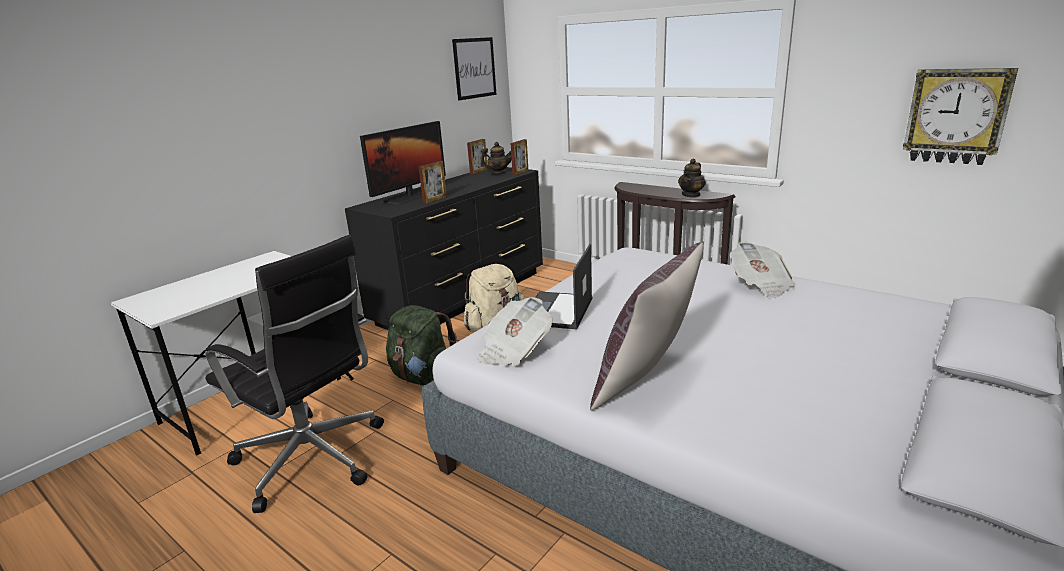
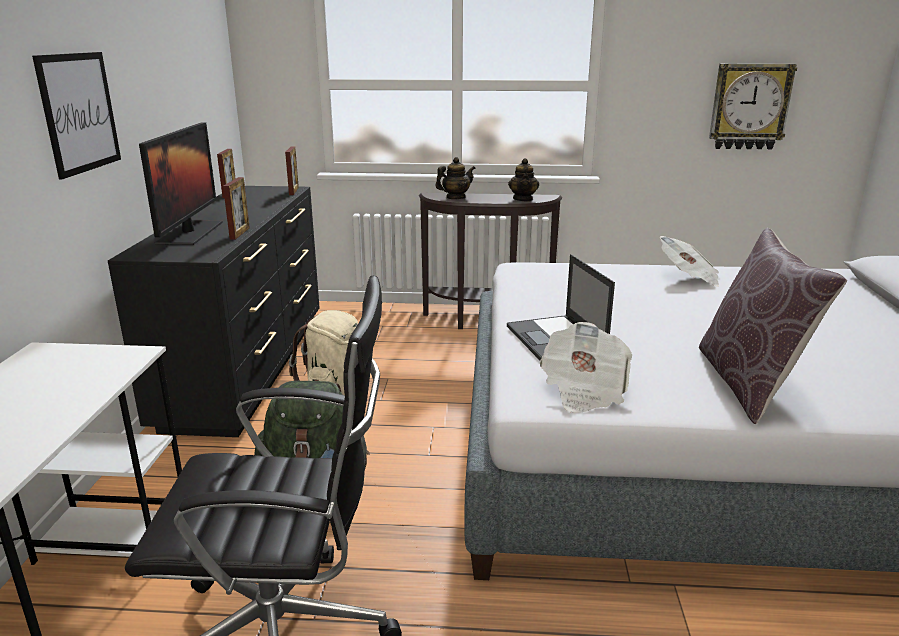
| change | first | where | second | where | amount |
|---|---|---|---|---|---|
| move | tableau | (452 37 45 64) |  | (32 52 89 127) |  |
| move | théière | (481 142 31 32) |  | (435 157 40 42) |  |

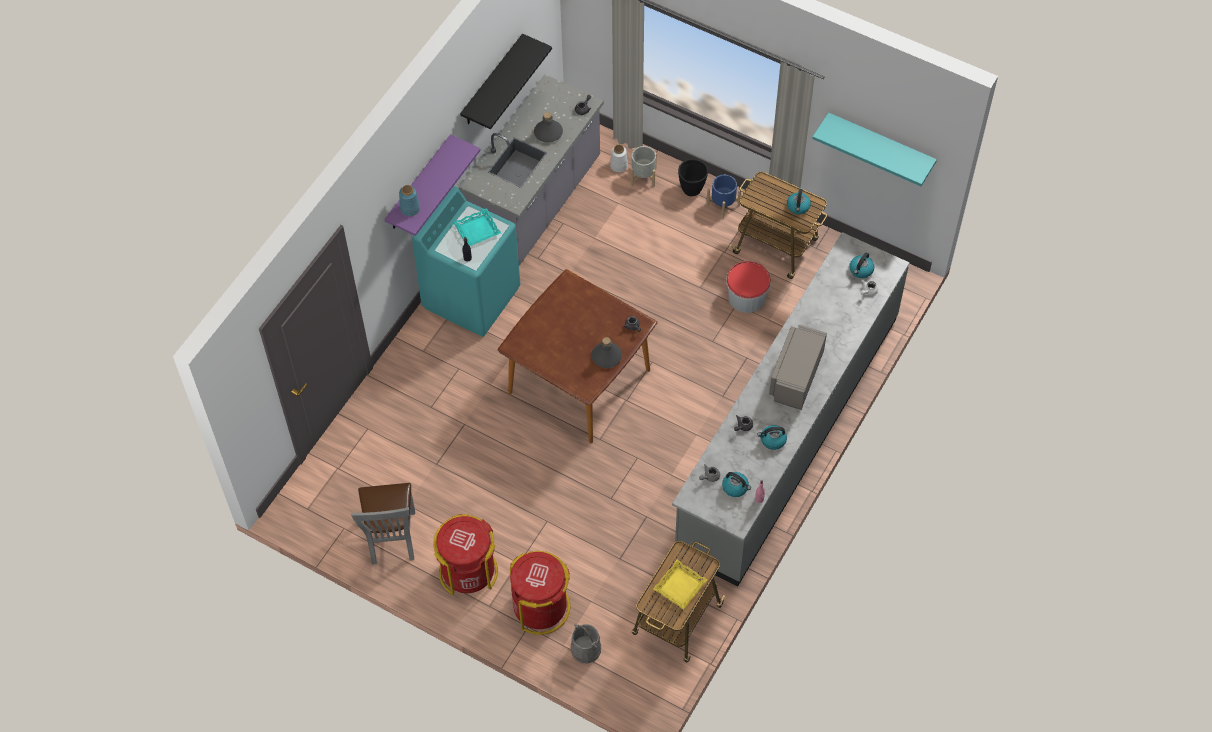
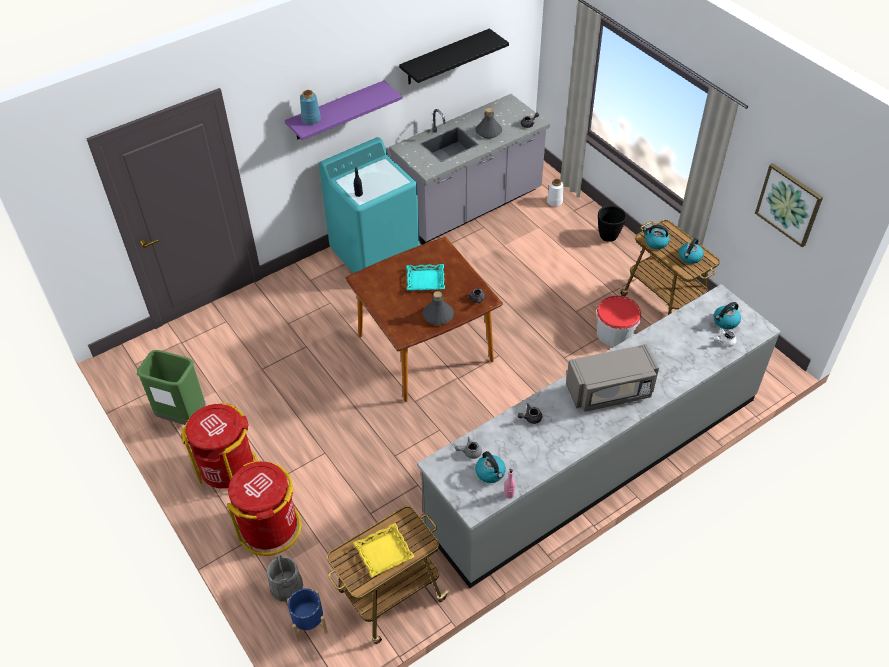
| change | first | where | second | where | amount |
|---|---|---|---|---|---|
| replace | chaise [gris] | (351 483 64 81) | poubelle [vert] | (137 350 69 75) |  |
| move | cache-pot [bleu] | (707 175 34 44) |  | (287 588 41 54) |  |
| move | plateau [turquoise] | (453 208 48 38) |  | (406 264 39 27) |  |
| rotate | micro-ondes [gris] | (769 324 58 86) |  | (566 344 93 68) | 150 degrees counterclockwise |
| move | bouilloire | (757 425 30 25) |  | (643 225 27 24) |  |
| replace | étagère [turquoise] | (812 113 125 73) | tableau | (755 163 68 84) |  |
| delete | cache-pot [gris] | (631 146 26 41) |  |  |  |

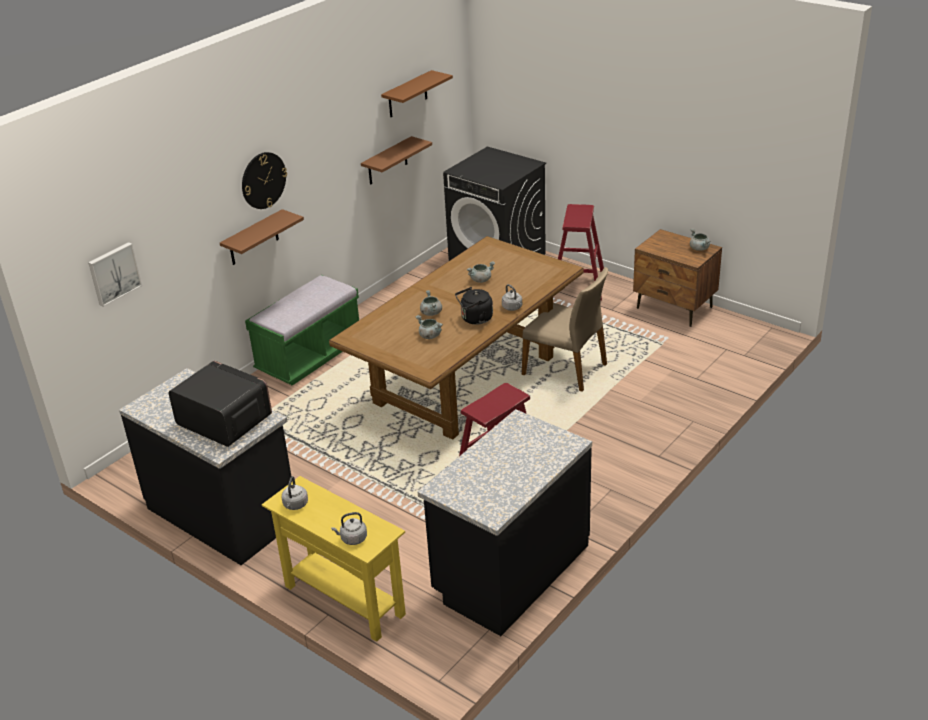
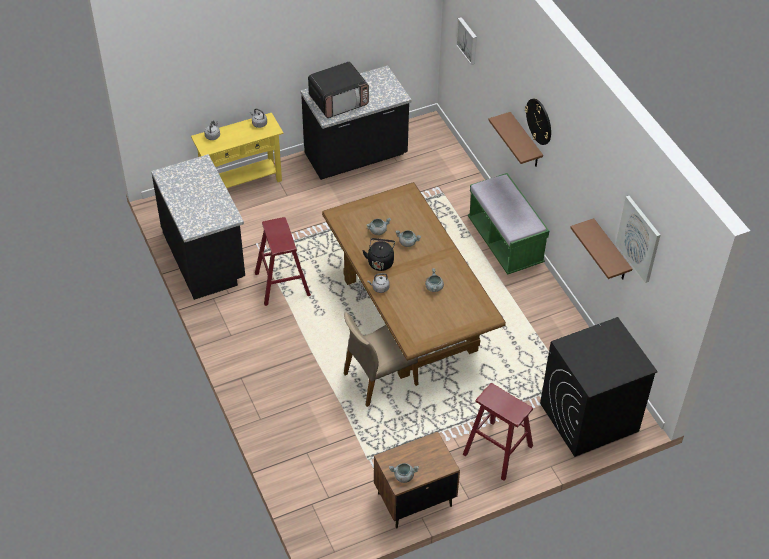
| change | first | where | second | where | amount |
|---|---|---|---|---|---|
| replace | étagère [marron] | (381 70 72 47) | tableau | (616 196 44 87) |  |

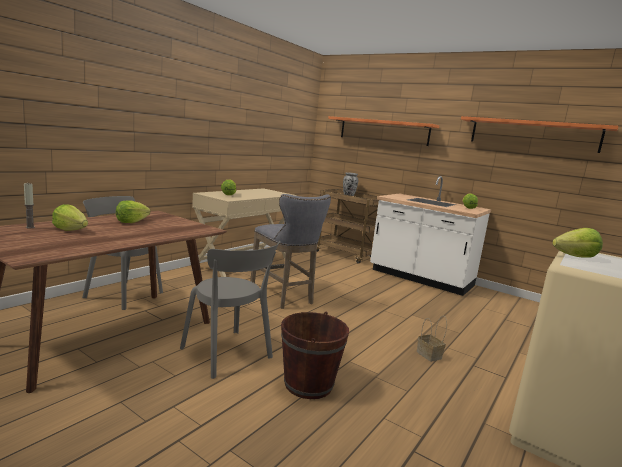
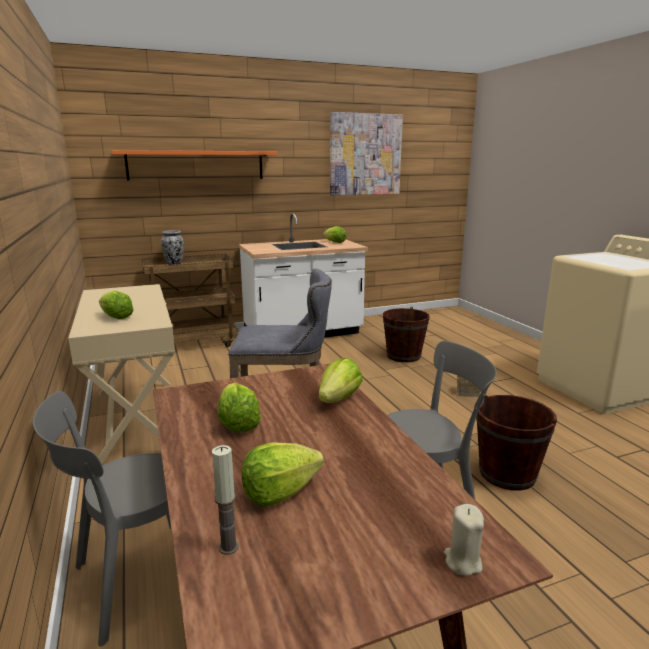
| change | first | where | second | where | amount |
|---|---|---|---|---|---|
| move | laitue | (552 228 51 30) |  | (318 358 45 45) |  |
| replace | étagère [orange] | (461 116 158 37) | tableau | (330 112 73 83) |  |
| insert |  |  | seau [marron] | (383 307 47 55) |  |
| insert |  |  | bougie [beige] | (444 504 40 72) |  |

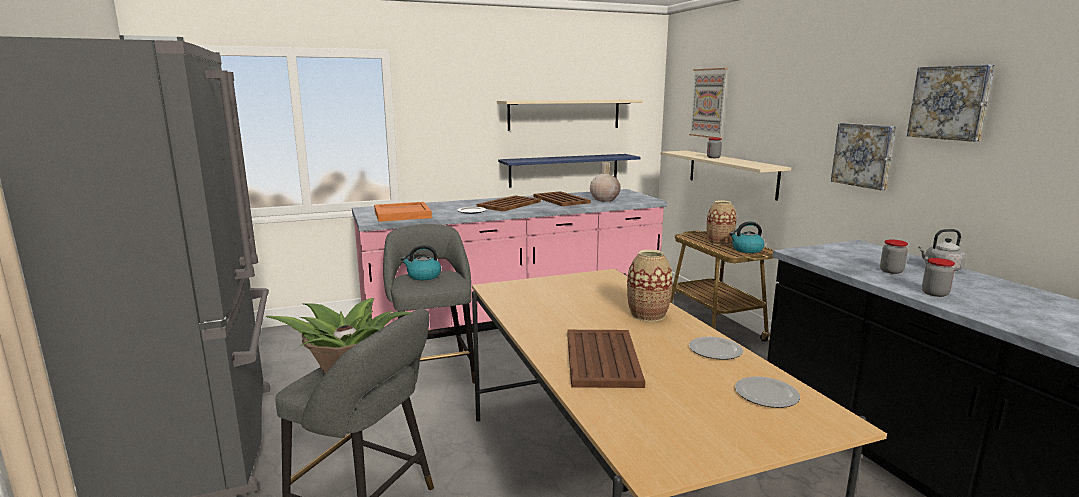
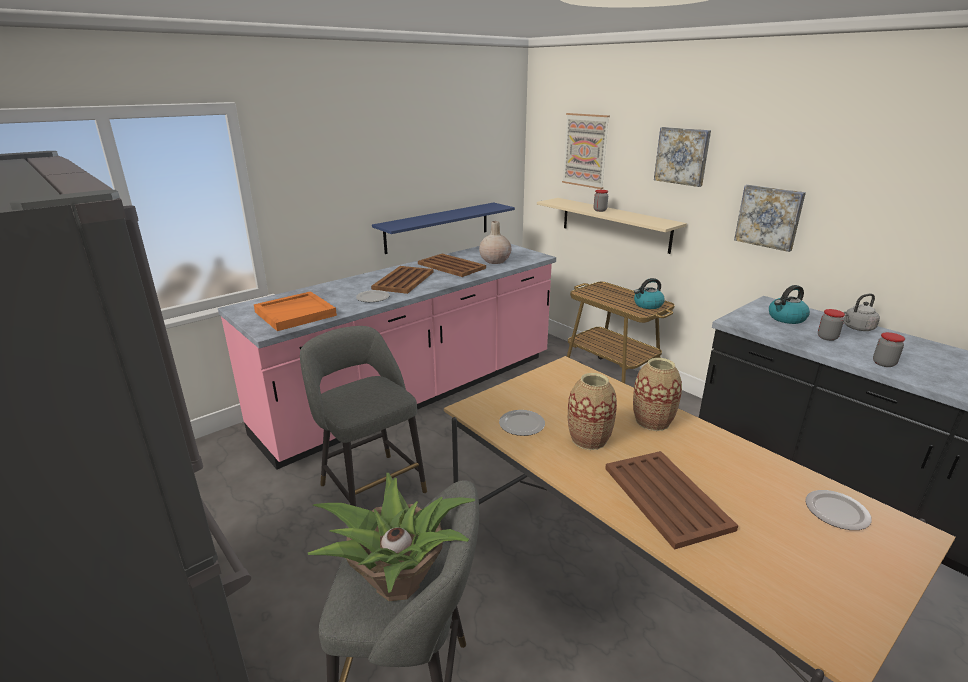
| change | first | where | second | where | amount |
|---|---|---|---|---|---|
| move | assiette | (689 337 54 23) |  | (499 410 46 26) |  |
| move | vase | (707 200 30 45) |  | (568 373 49 77) |  |
| move | tableau | (907 65 88 77) |  | (654 127 57 60) |  |
| move | bouilloire | (401 245 40 35) |  | (769 285 41 39) |  |
| delete | étagère [beige] | (497 100 146 31) |  |  |  |

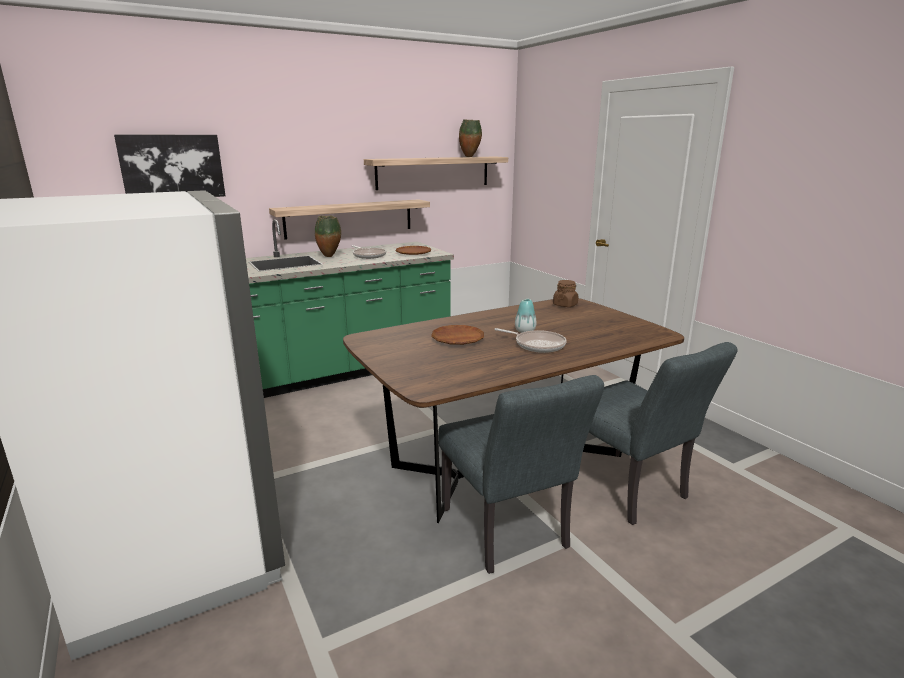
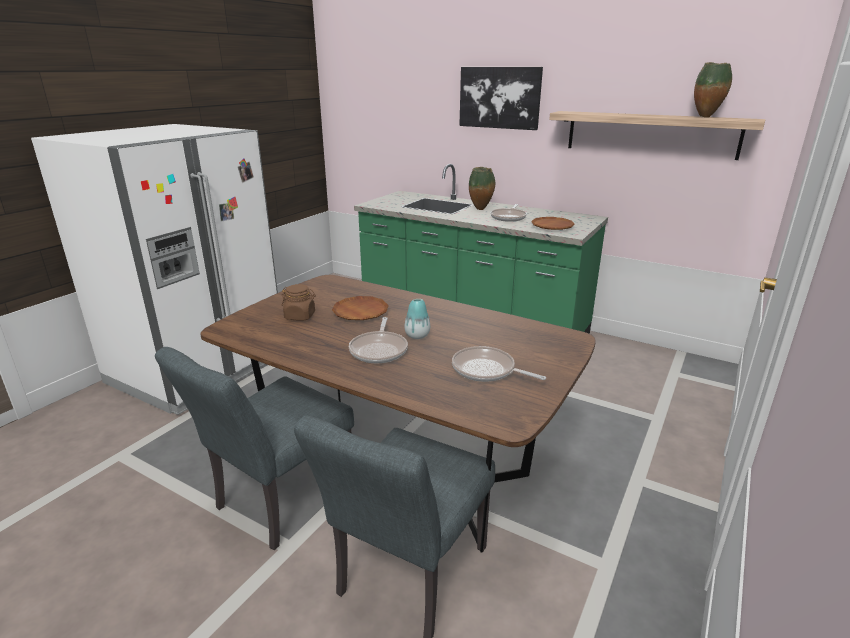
| change | first | where | second | where | amount |
|---|---|---|---|---|---|
| move | bocal [marron] | (553 280 25 27) |  | (281 284 35 36) |  |
| insert |  |  | poêle | (452 346 94 36) |  |
| move | tableau | (114 135 111 62) |  | (459 67 84 63) |  |
| delete | étagère | (269 199 161 41) |  |  |  |

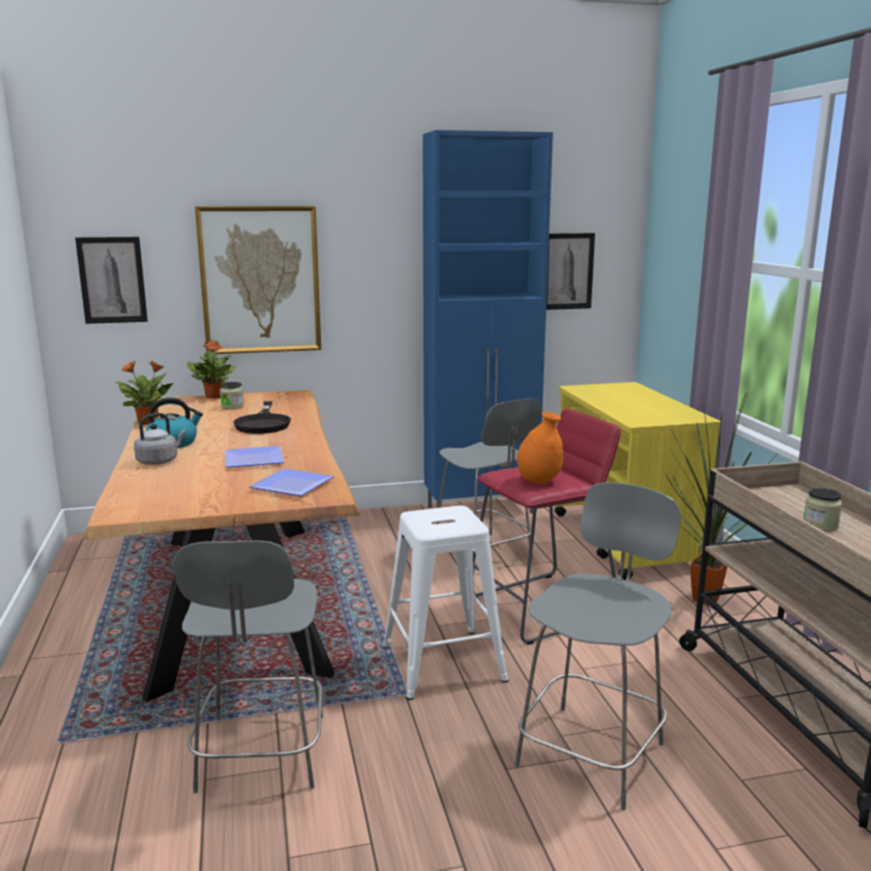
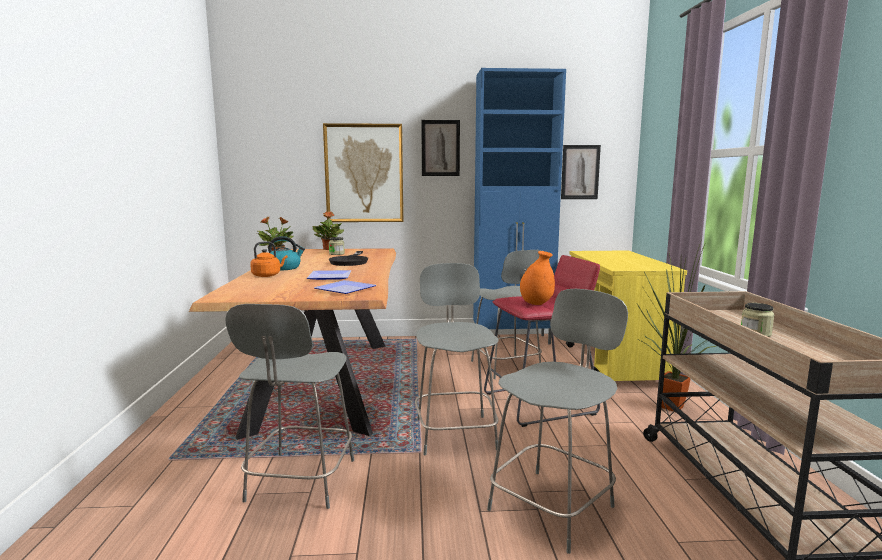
| change | first | where | second | where | amount |
|---|---|---|---|---|---|
| recolor | bouilloire [gris] | (134 413 52 52) | bouilloire [orange] | (250 241 38 36) |  |
| replace | tabouret [blanc] | (382 506 127 194) | chaise [gris] | (415 263 84 192) |  |
| move | tableau | (75 237 73 87) |  | (421 120 39 56) |  |

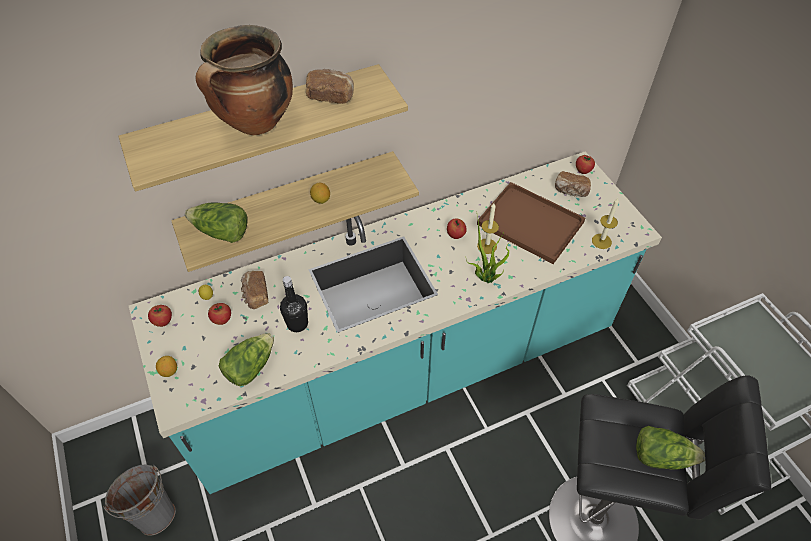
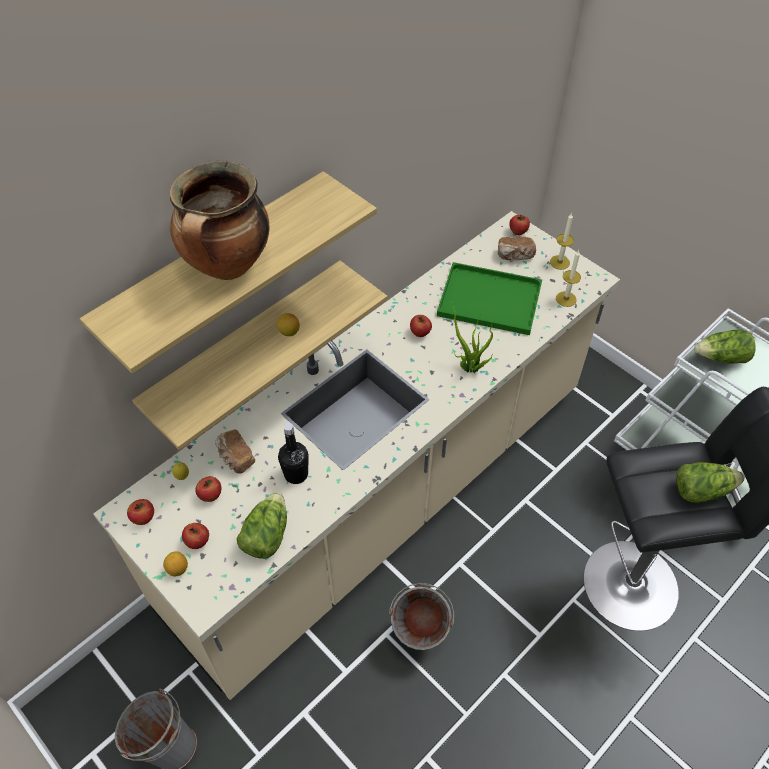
| change | first | where | second | where | amount |
|---|---|---|---|---|---|
| recolor | comptoir de cuisine [turquoise] | (129 152 533 342) | comptoir de cuisine [beige] | (93 211 527 489) |  |
| insert |  |  | pomme | (182 523 27 26) |  |
| insert |  |  | seau [gris] | (389 583 65 67) |  |
| recolor | plateau [marron] | (477 182 108 82) | plateau [vert] | (437 262 105 73) |  |
| move | bougie | (477 203 22 51) |  | (550 213 24 57) |  |
| move | laitue | (185 202 62 41) |  | (694 329 62 34) |  |
| delete | pain | (306 69 48 35) |  |  |  |

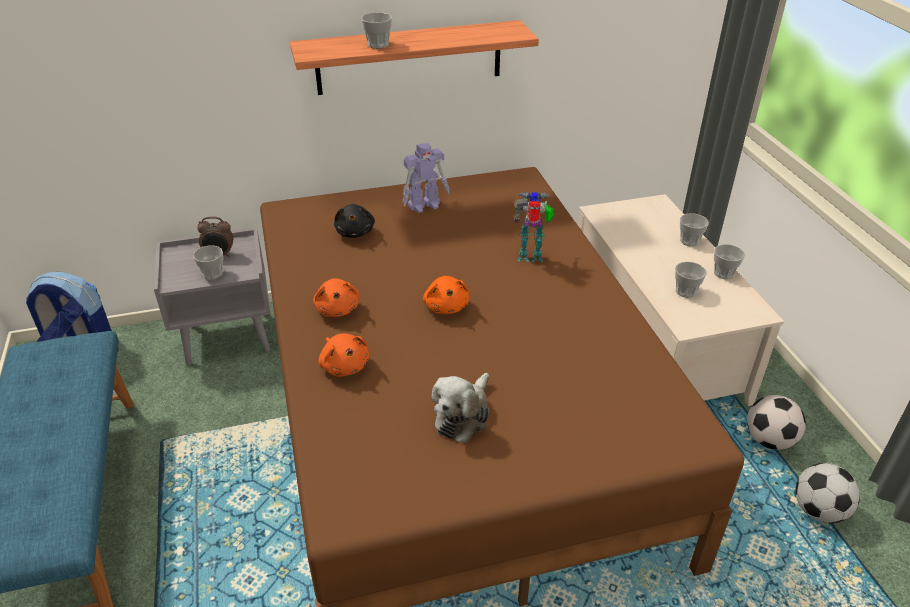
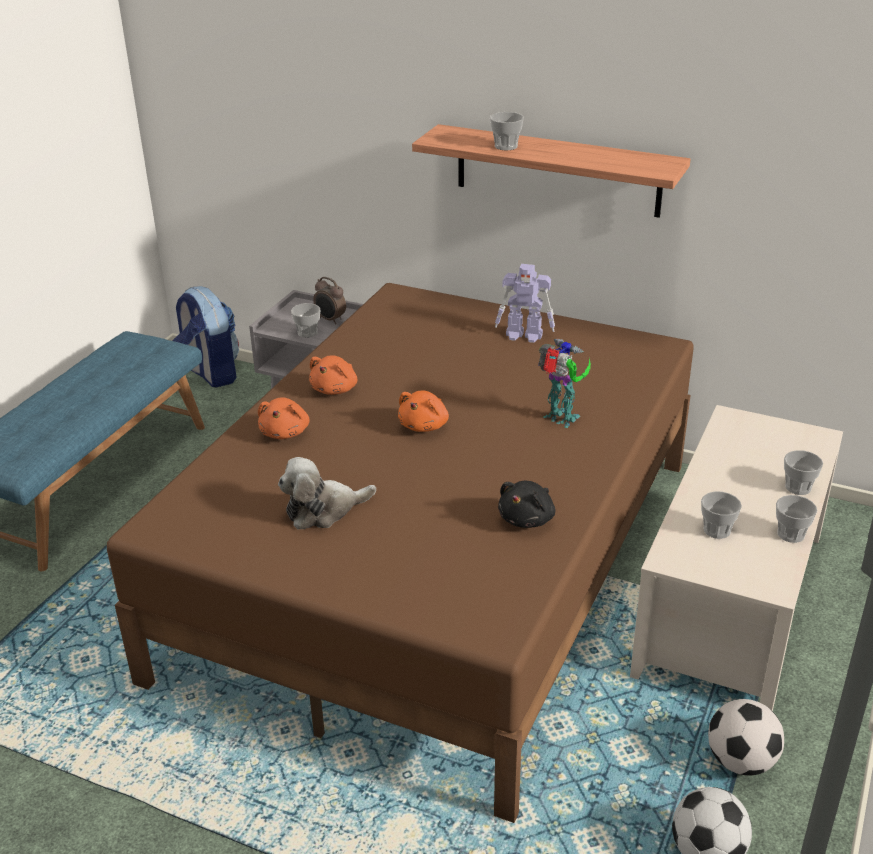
| change | first | where | second | where | amount |
|---|---|---|---|---|---|
| move | peluche [noir] | (334 204 41 34) |  | (498 481 57 47) |  |

